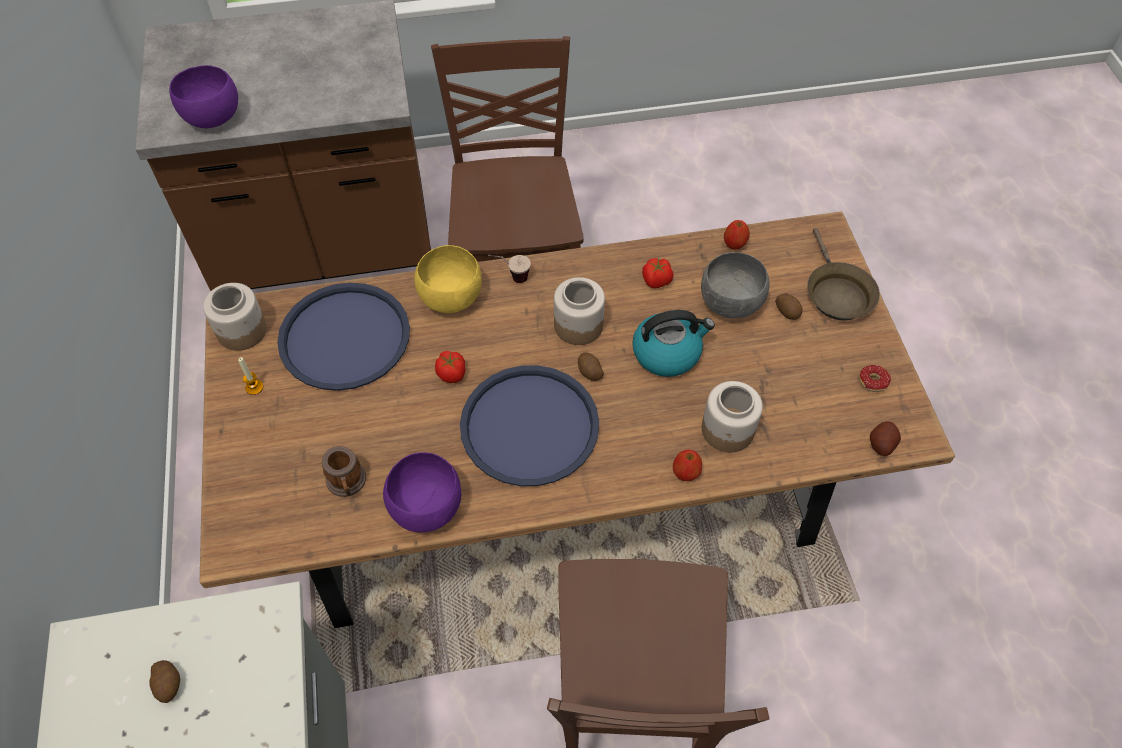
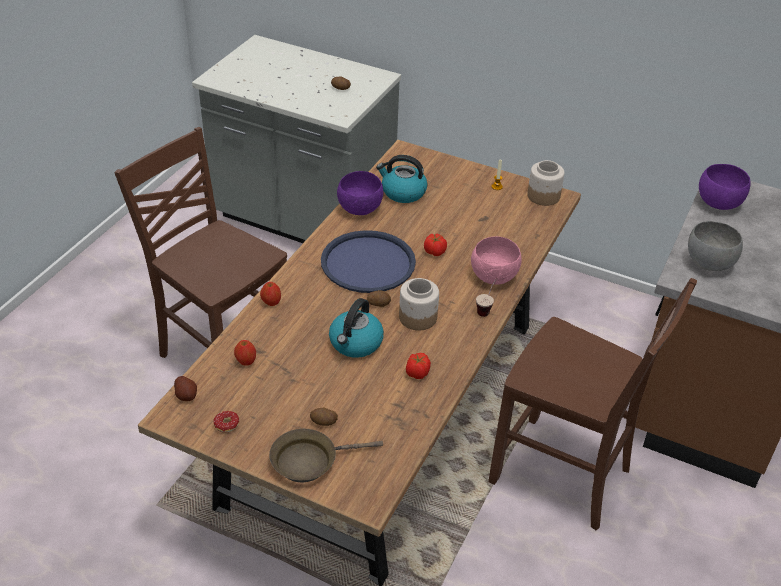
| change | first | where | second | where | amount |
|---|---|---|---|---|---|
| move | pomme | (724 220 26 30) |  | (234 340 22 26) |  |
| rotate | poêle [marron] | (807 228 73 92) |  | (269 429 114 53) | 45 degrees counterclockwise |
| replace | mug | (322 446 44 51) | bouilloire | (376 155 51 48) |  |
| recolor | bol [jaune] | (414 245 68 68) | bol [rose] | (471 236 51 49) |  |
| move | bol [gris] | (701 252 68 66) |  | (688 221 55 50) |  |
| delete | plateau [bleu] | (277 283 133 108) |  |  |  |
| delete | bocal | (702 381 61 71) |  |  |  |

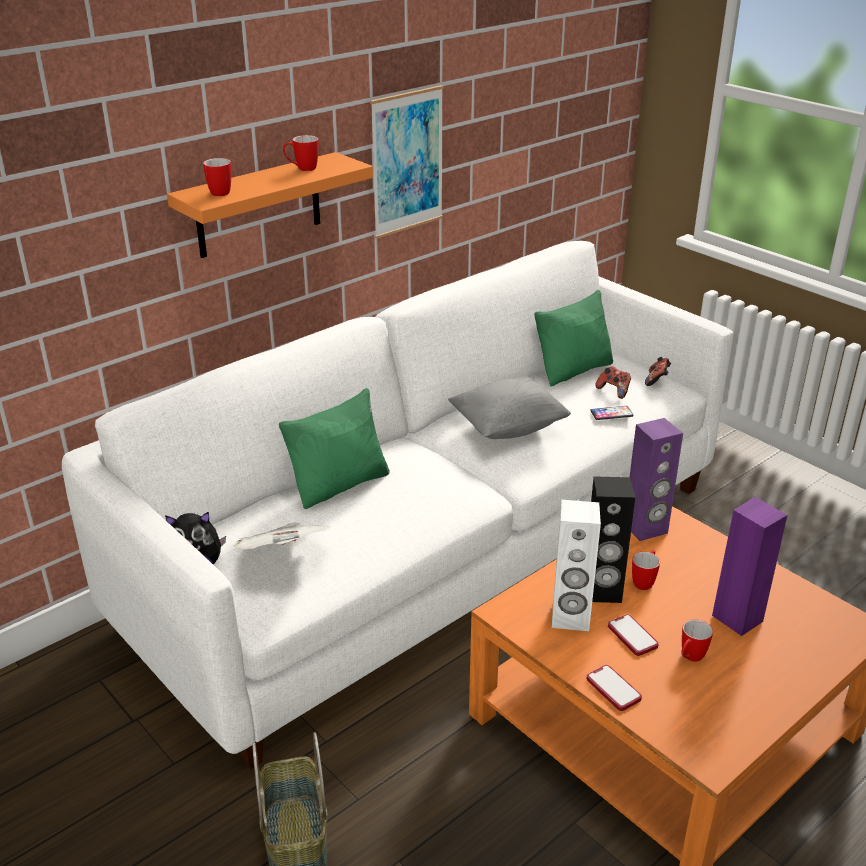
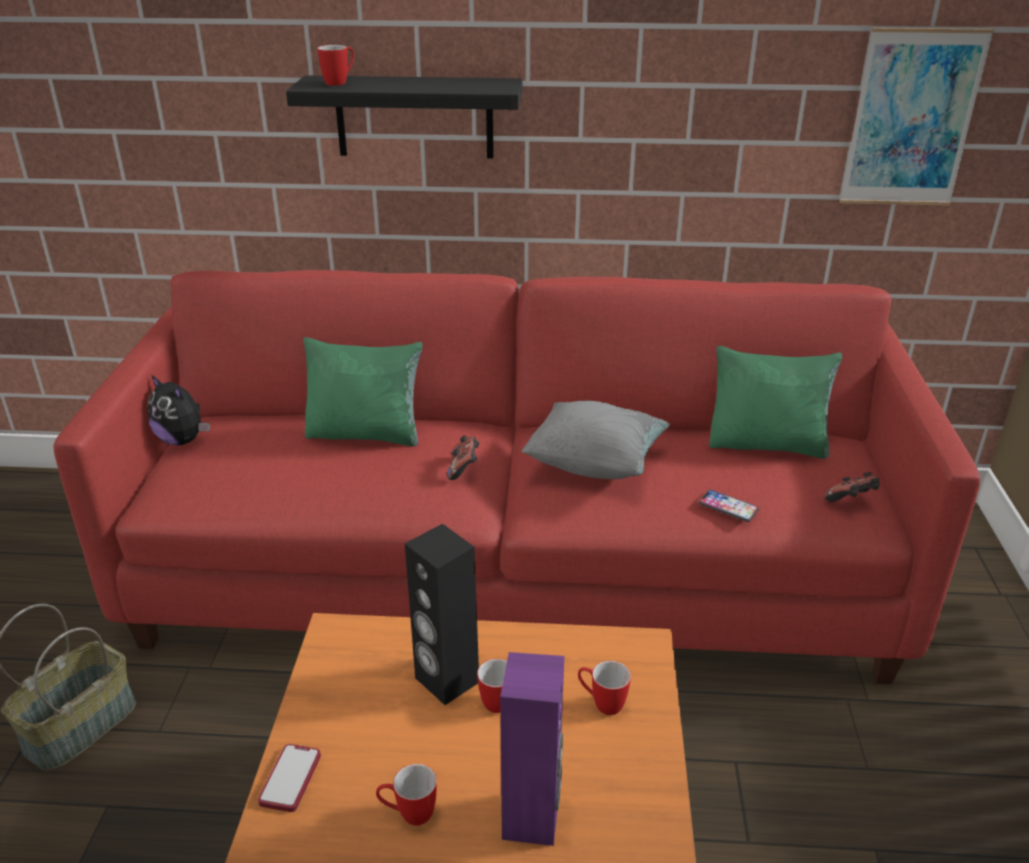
| change | first | where | second | where | amount |
|---|---|---|---|---|---|
| recolor | canapé [blanc] | (62 241 671 529) | canapé [rouge] | (53 270 927 414) |  |
| recolor | étagère [orange] | (167 152 206 106) | étagère [noir] | (286 75 236 84) |  |
| move | manette | (595 366 36 33) |  | (447 435 32 45) |  |
| move | mug | (283 135 35 36) |  | (578 661 53 54) |  |
| move | tableau | (370 85 74 154) |  | (840 27 154 179) |  |
| delete | journal | (233 522 96 27) |  |  |  |
| delete | enceinte [blanc] | (552 500 49 131) |  |  |  |
| delete | téléphone | (608 614 51 42) |  |  |  |
| delete | enceinte [violet] | (630 418 53 123) |  |  |  |

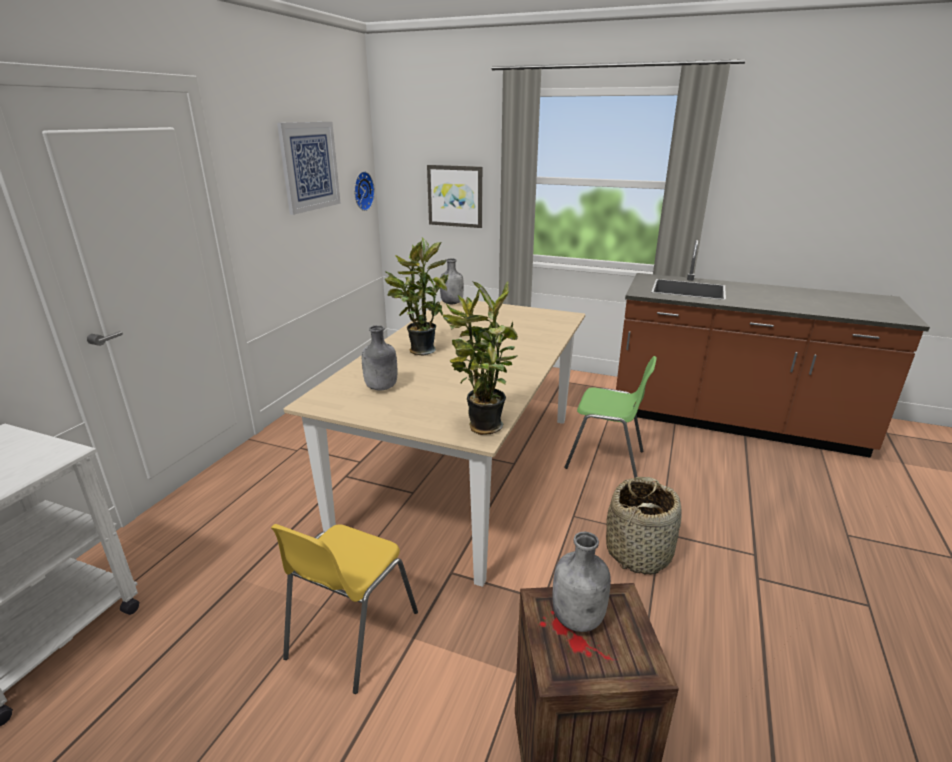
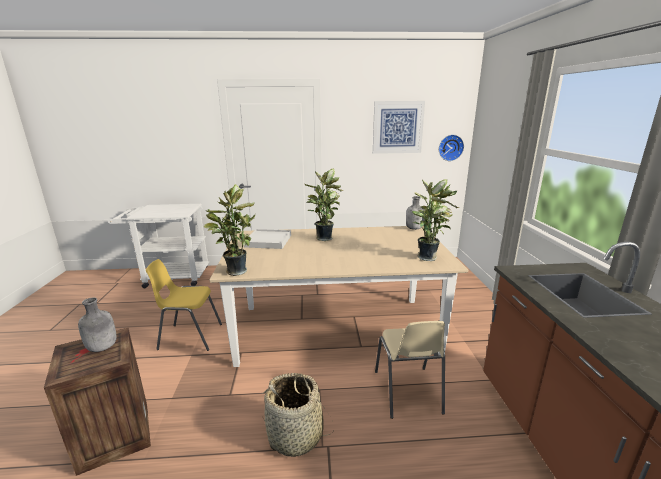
| change | first | where | second | where | amount |
|---|---|---|---|---|---|
| replace | bouteille [gris] | (362 325 35 66) | plateau [blanc] | (244 229 47 20) |  |
| recolor | chaise [vert] | (564 356 93 122) | chaise [beige] | (375 321 70 98) |  |
| insert |  |  | plante en pot | (412 179 47 82) |  |
| delete | tableau | (427 165 55 63) |  |  |  |

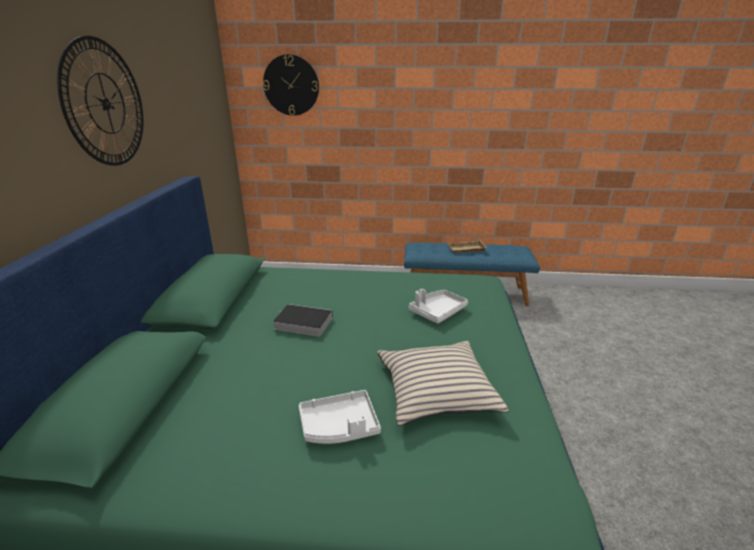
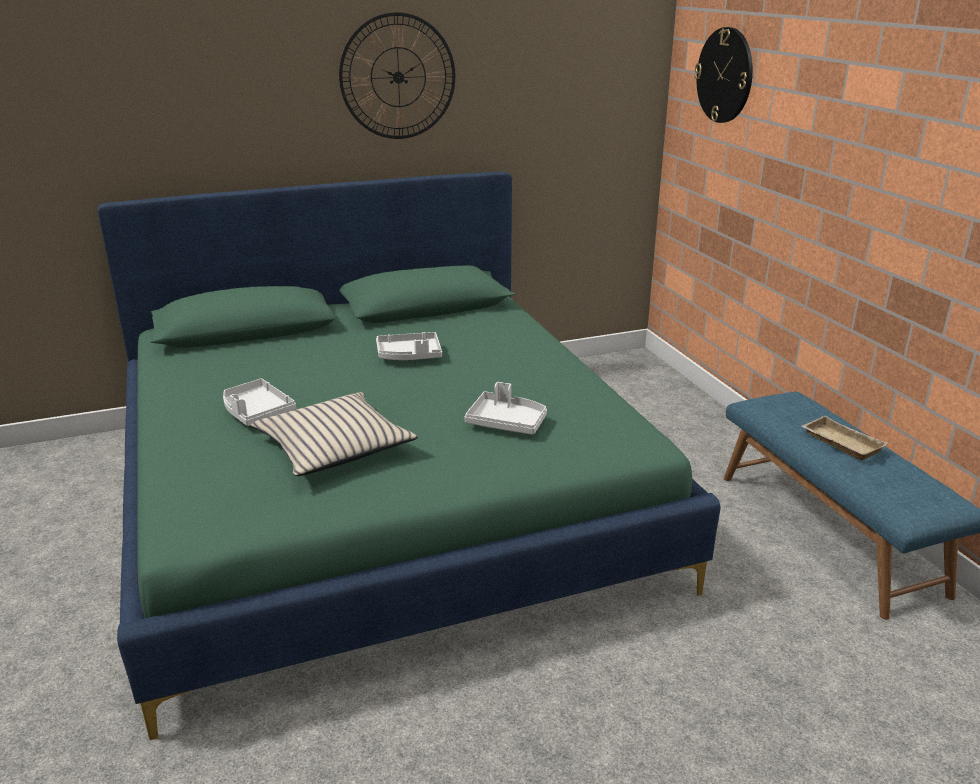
| change | first | where | second | where | amount |
|---|---|---|---|---|---|
| replace | livre | (273 304 60 33) | plateau [blanc] | (376 332 66 28) |  |

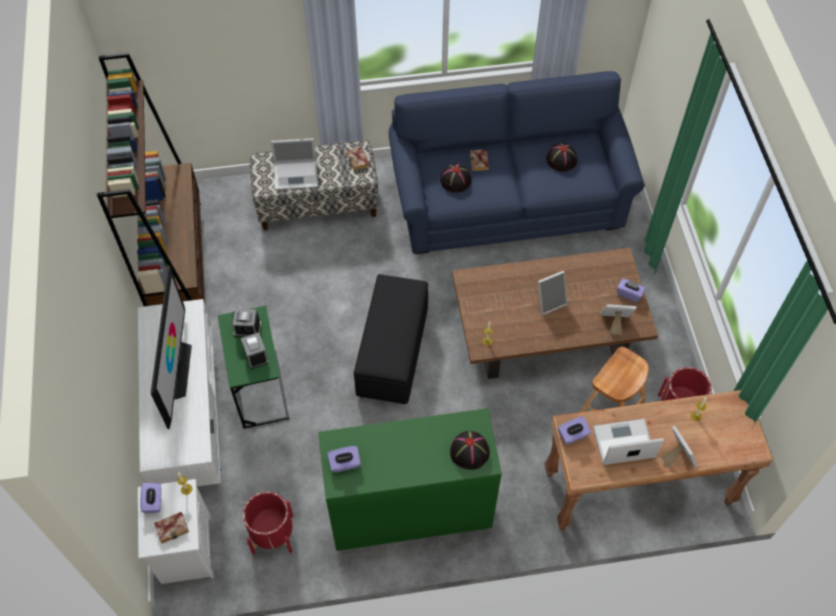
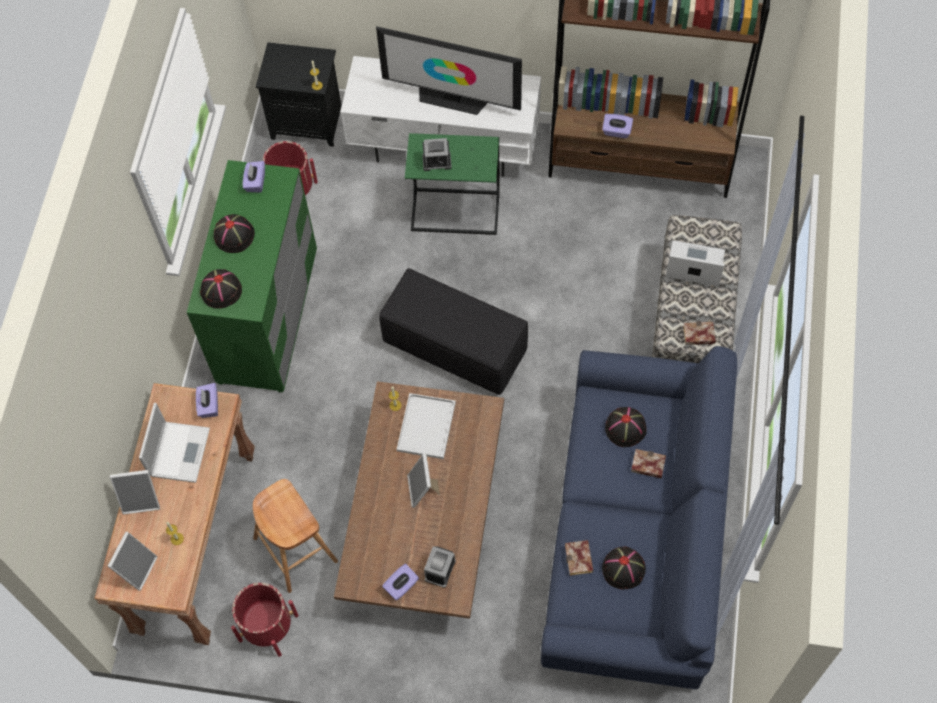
| change | first | where | second | where | amount |
|---|---|---|---|---|---|
| move | cadre photo | (600 304 37 31) |  | (108 532 50 59) |  |
| insert |  |  | chapeau [noir] | (214 214 41 39) |  |
| recolor | table de chevet [blanc] | (138 479 76 105) | table de chevet [noir] | (256 42 85 105) |  |
| insert |  |  | plateau [blanc] | (396 393 60 66) |  |
| move | réveil | (232 309 29 28) |  | (424 546 32 42) |  |
| move | livre | (154 512 35 32) |  | (565 540 28 36) |  |
| move | boîte à mouchoirs [violet] | (140 483 21 30) |  | (602 114 31 24) |  |
| rotate | ordinateur portable | (270 138 48 52) |  | (666 240 59 46) | 90 degrees clockwise |

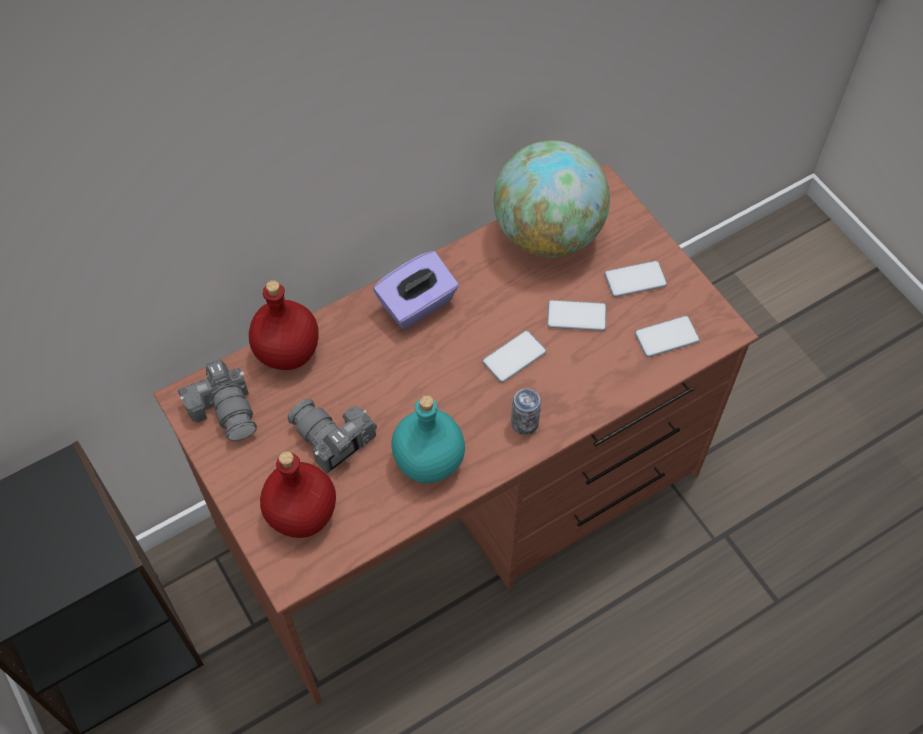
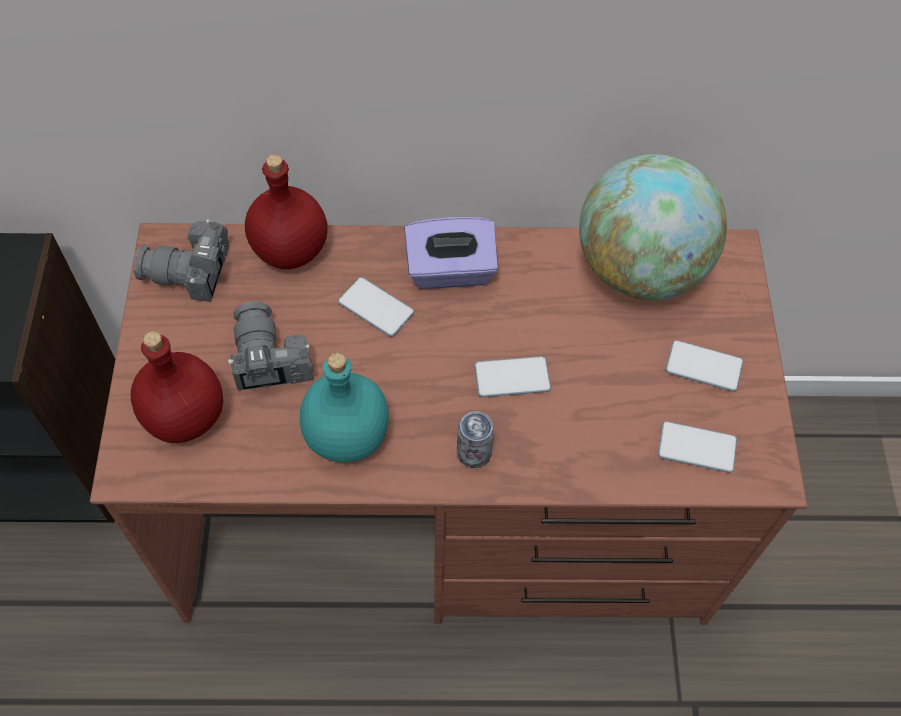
| change | first | where | second | where | amount |
|---|---|---|---|---|---|
| rotate | appareil photo | (178 359 79 82) |  | (133 219 96 83) | 90 degrees clockwise |
| move | téléphone | (547 300 59 31) |  | (338 277 76 60) |  |

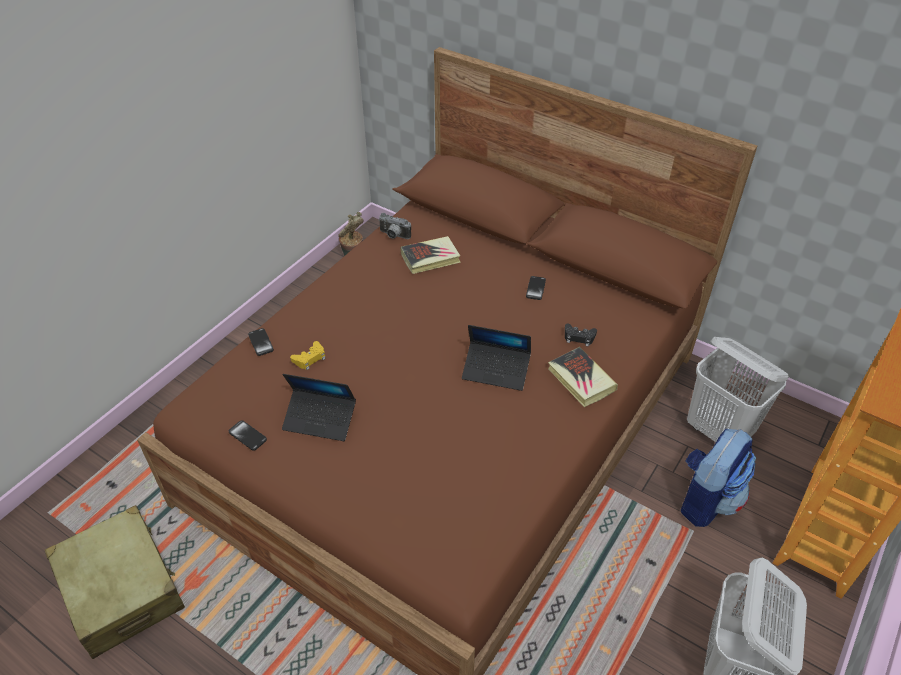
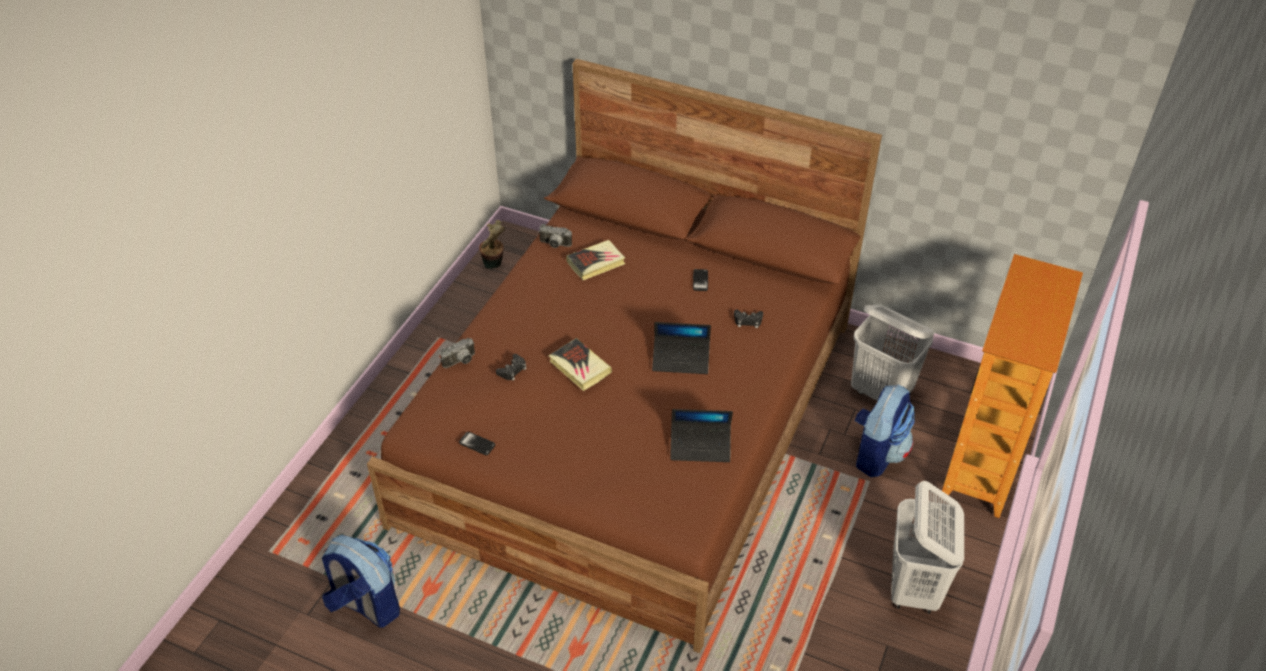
| change | first | where | second | where | amount |
|---|---|---|---|---|---|
| replace | valise [beige] | (45 505 140 154) | sac à dos | (322 535 78 93) |  |
| replace | téléphone | (248 328 26 28) | appareil photo | (440 338 35 30) |  |
| recolor | manette [jaune] | (290 341 36 29) | manette [noir] | (496 354 31 27) |  |
| move | livre | (548 347 70 60) |  | (549 338 63 53) |  |
| move | ordinateur portable | (282 374 74 67) |  | (670 409 63 53) |  |

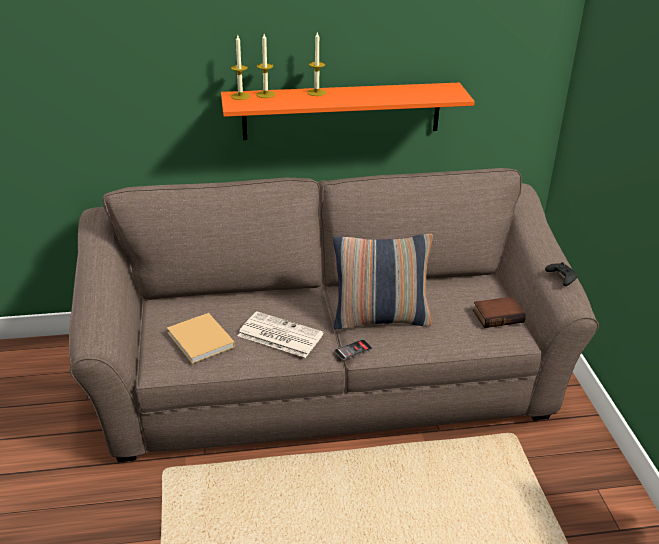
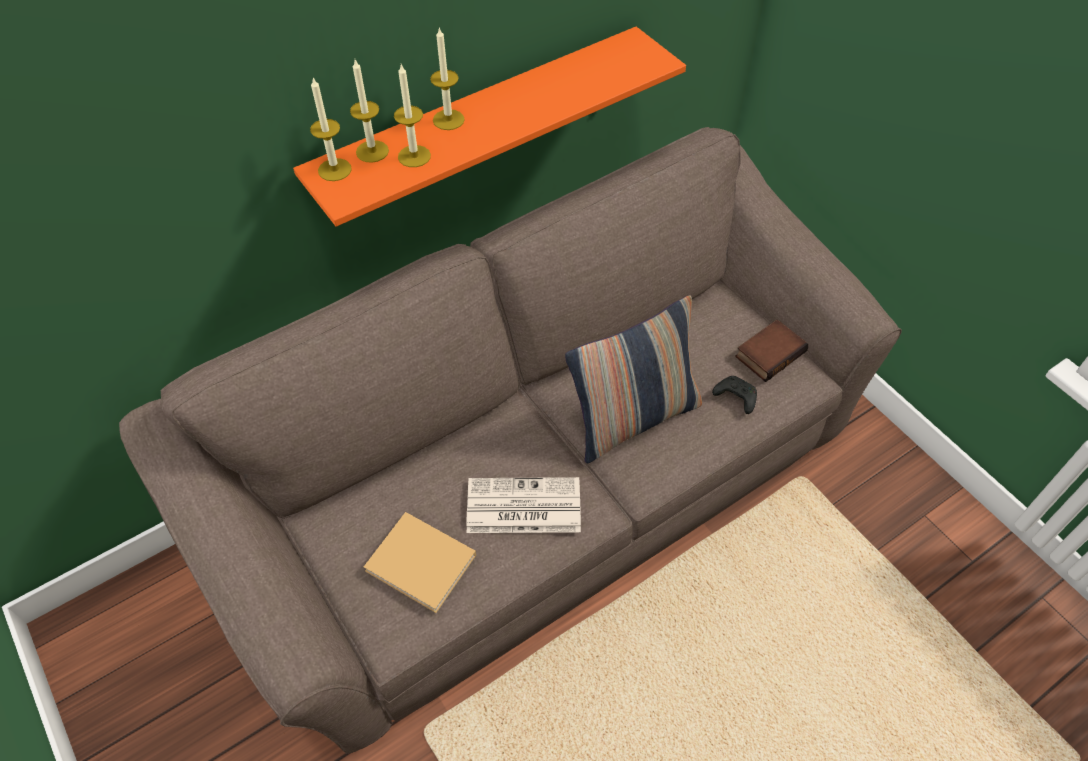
| change | first | where | second | where | amount |
|---|---|---|---|---|---|
| insert |  |  | bougie | (394 65 37 102) |  |
| move | manette [noir] | (545 262 32 24) |  | (712 376 45 38) |  |
| delete | téléphone | (334 339 38 21) |  |  |  |

